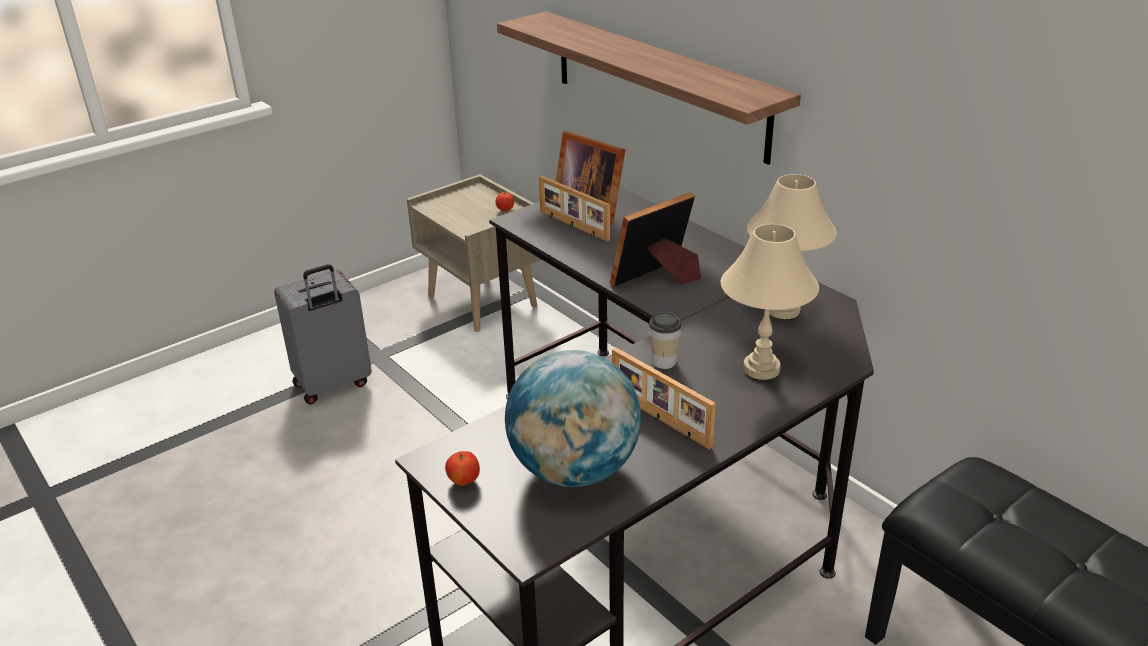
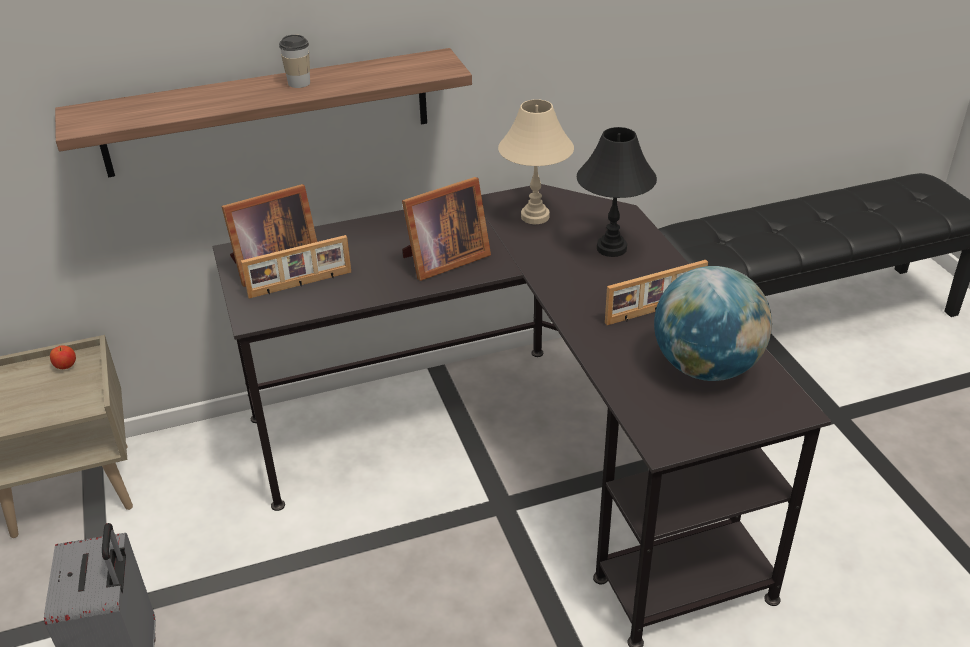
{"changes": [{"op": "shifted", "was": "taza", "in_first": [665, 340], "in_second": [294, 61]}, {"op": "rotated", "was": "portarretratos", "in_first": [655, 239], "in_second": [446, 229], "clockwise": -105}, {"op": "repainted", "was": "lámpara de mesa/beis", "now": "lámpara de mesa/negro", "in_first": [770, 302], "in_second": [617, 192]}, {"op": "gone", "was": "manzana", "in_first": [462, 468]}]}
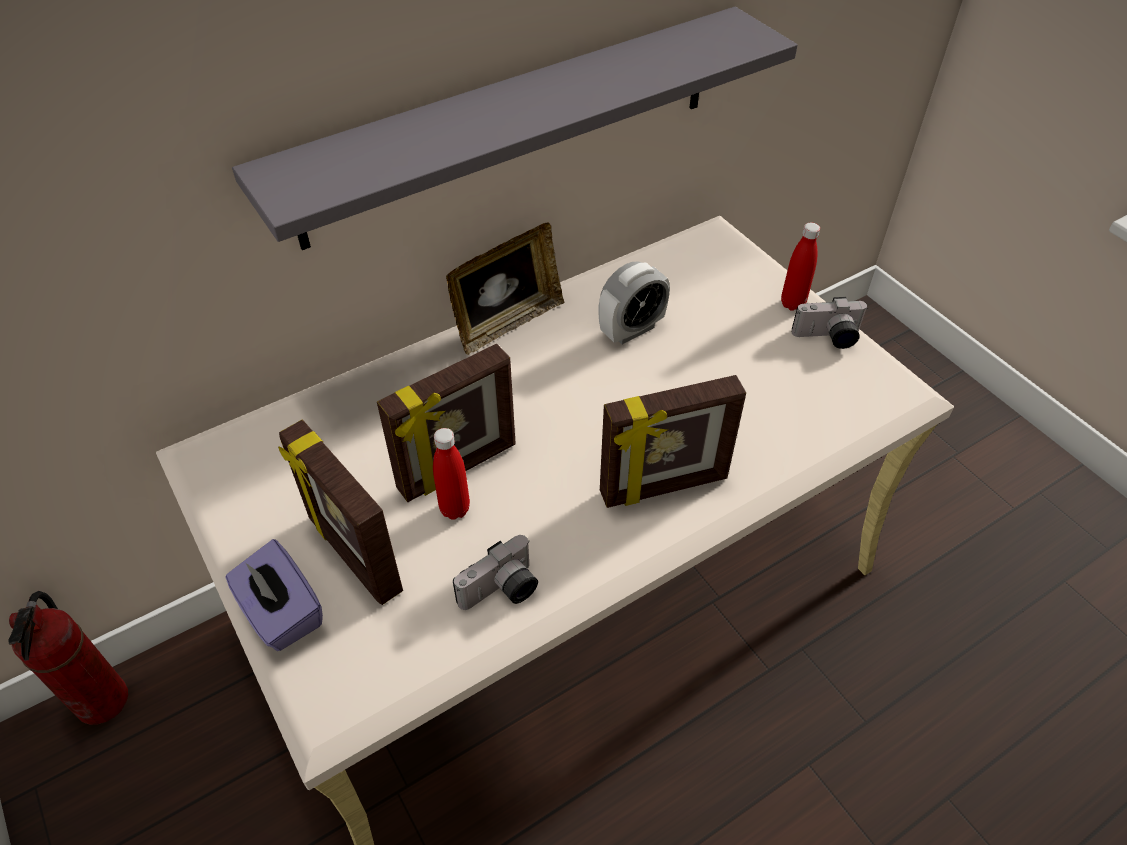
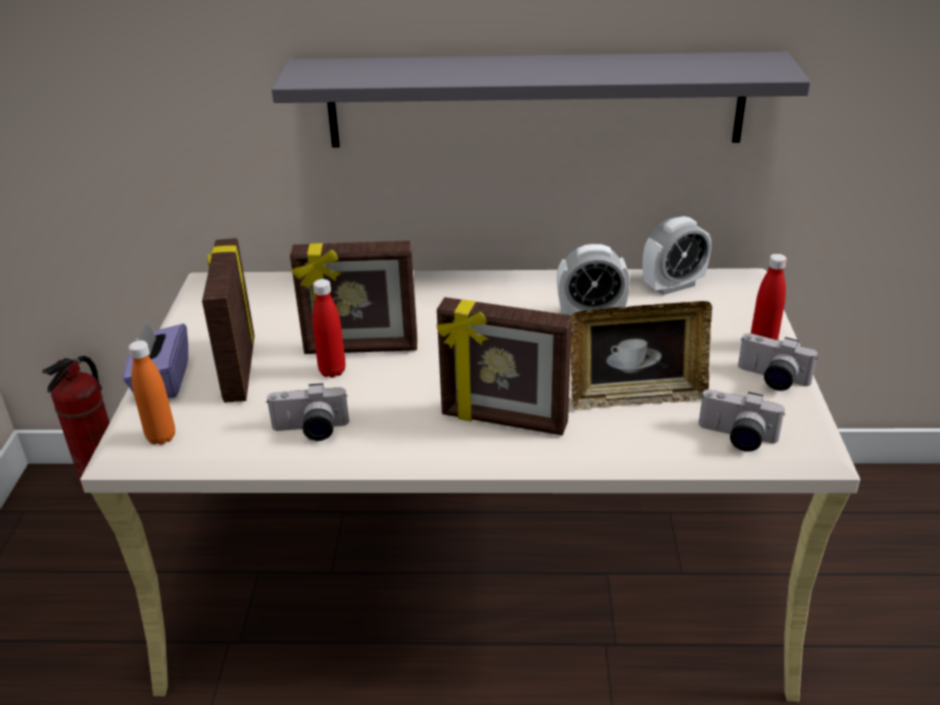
{"changes": [{"op": "new", "now": "botella/naranja", "in_second": [151, 392]}, {"op": "shifted", "was": "portarretratos", "in_first": [505, 289], "in_second": [641, 355]}, {"op": "new", "now": "despertador", "in_second": [677, 255]}, {"op": "new", "now": "cámara", "in_second": [742, 420]}]}
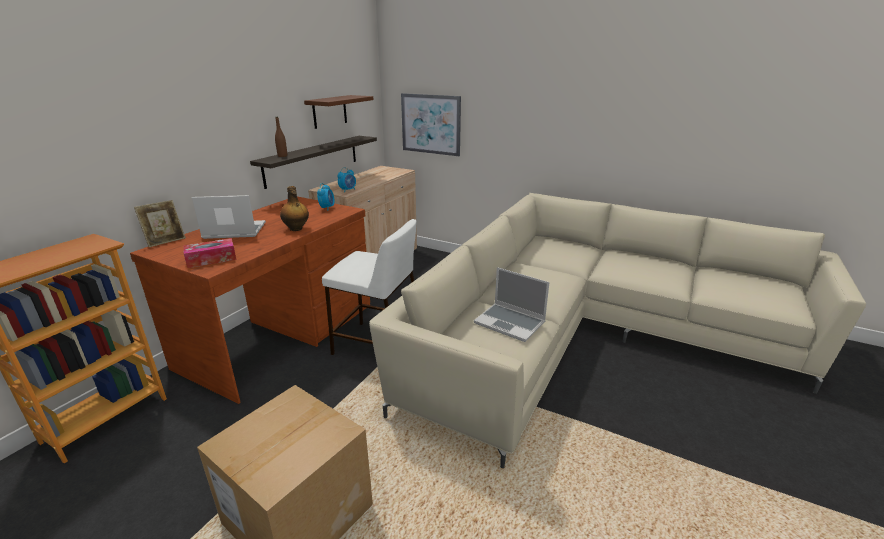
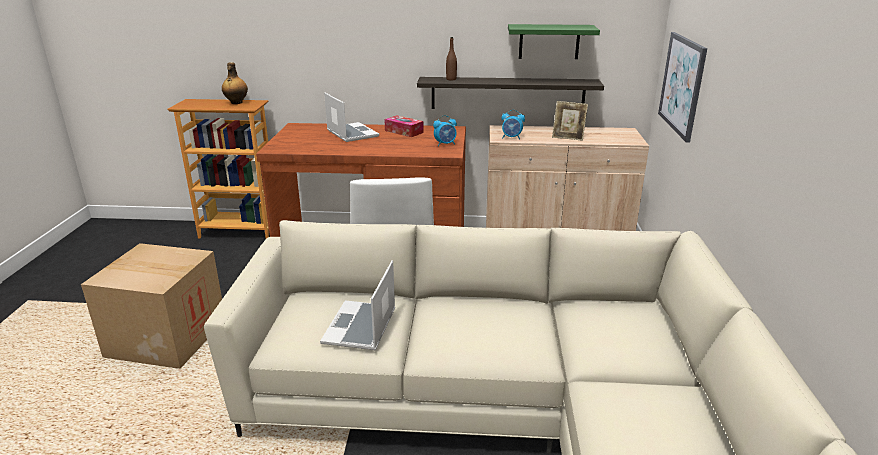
{"changes": [{"op": "shifted", "was": "botella", "in_first": [294, 208], "in_second": [235, 83]}, {"op": "shifted", "was": "caja de pañuelos", "in_first": [210, 253], "in_second": [404, 126]}, {"op": "repainted", "was": "estante/marrón", "now": "estante/verde", "in_first": [338, 112], "in_second": [554, 41]}, {"op": "shifted", "was": "portarretratos", "in_first": [160, 223], "in_second": [570, 121]}]}
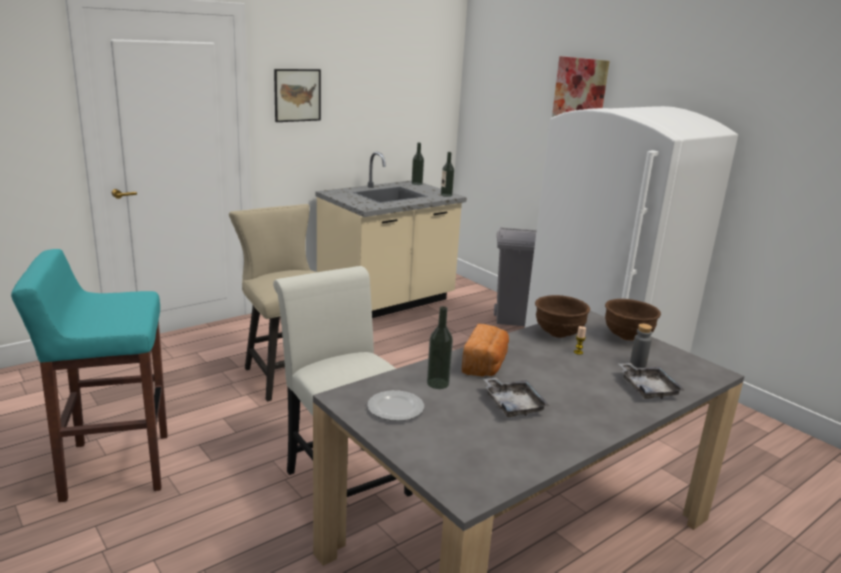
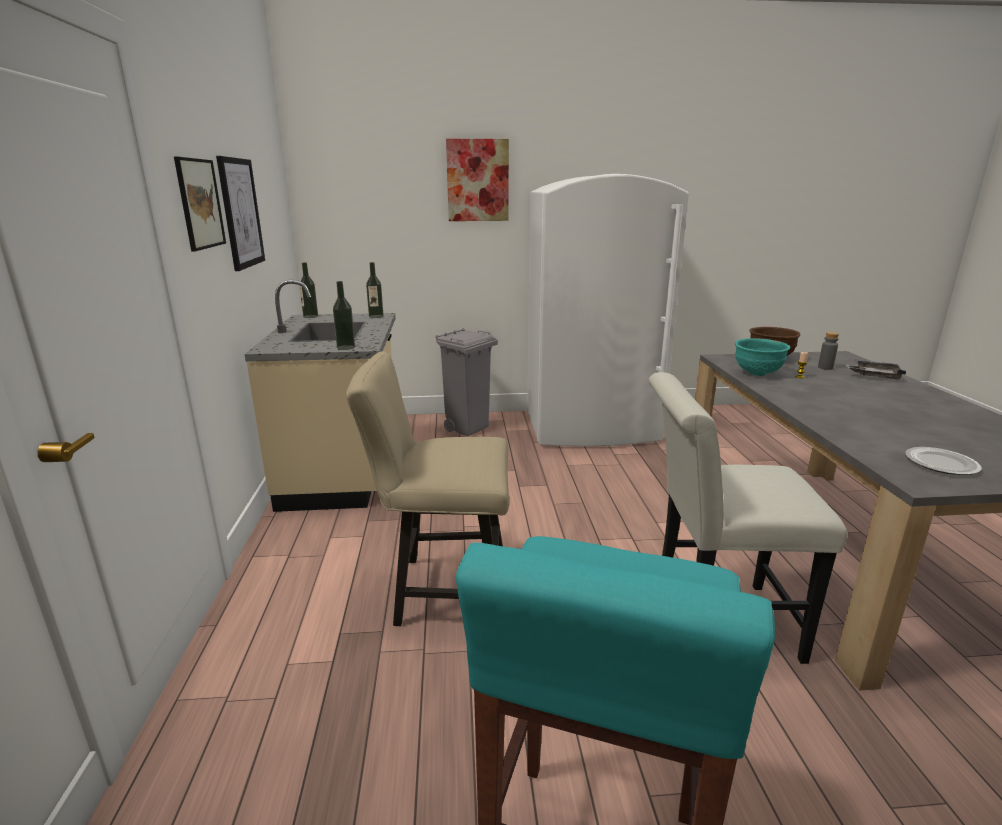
{"changes": [{"op": "new", "now": "cuadro", "in_second": [240, 213]}, {"op": "shifted", "was": "botella", "in_first": [440, 347], "in_second": [344, 315]}, {"op": "repainted", "was": "cuenco/marrón", "now": "cuenco/turquesa", "in_first": [562, 316], "in_second": [762, 357]}, {"op": "gone", "was": "pan", "in_first": [485, 350]}, {"op": "gone", "was": "bandeja/gris", "in_first": [516, 397]}]}
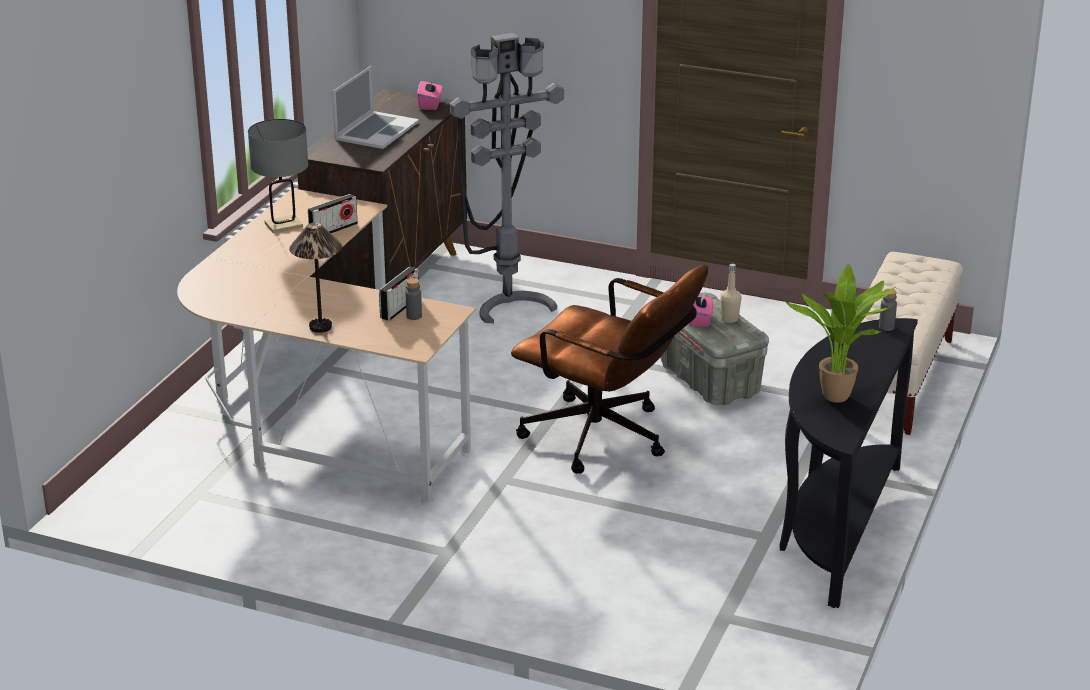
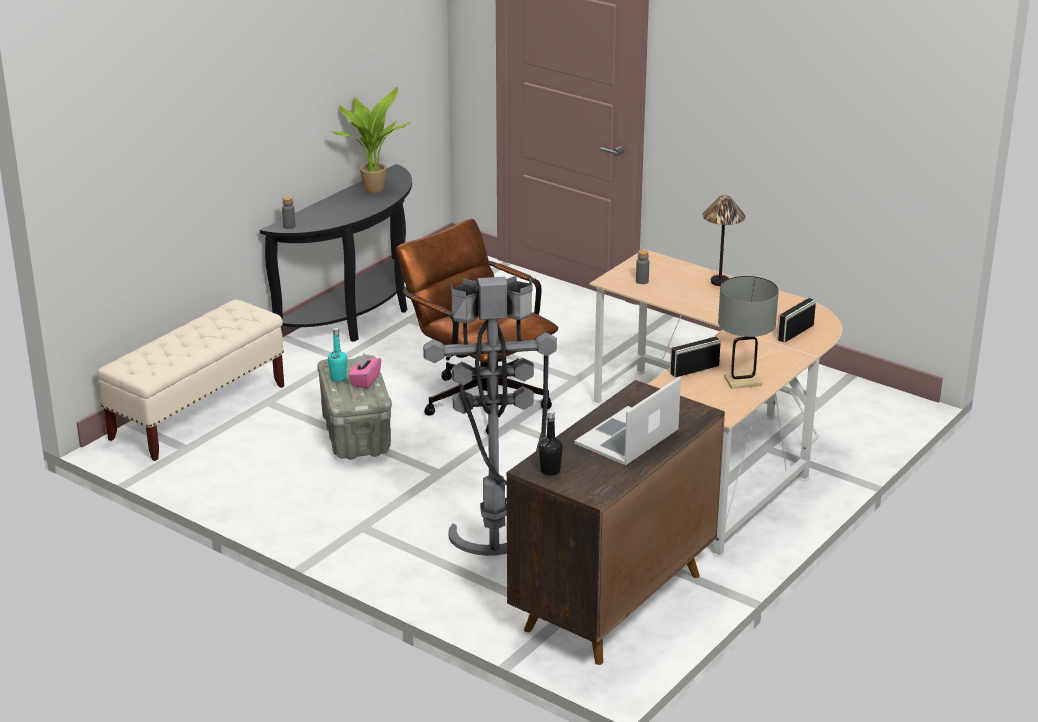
{"changes": [{"op": "repainted", "was": "botella/beis", "now": "botella/turquesa", "in_first": [731, 293], "in_second": [337, 355]}, {"op": "swapped", "was": "caja de pañuelos/rosa", "now": "botella/negro", "in_first": [430, 93], "in_second": [551, 443]}, {"op": "shifted", "was": "radio", "in_first": [399, 294], "in_second": [796, 320]}]}
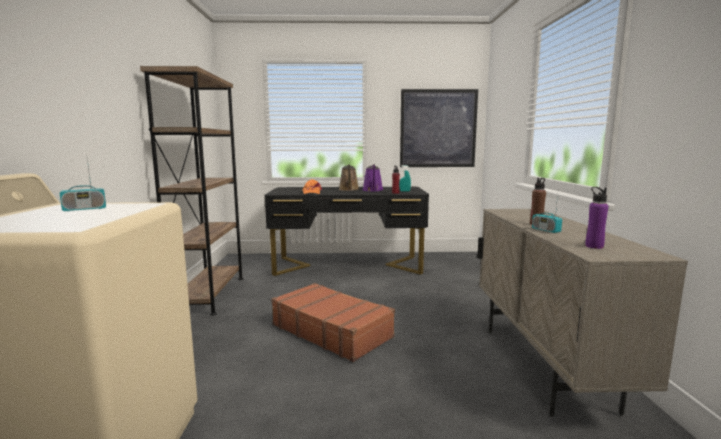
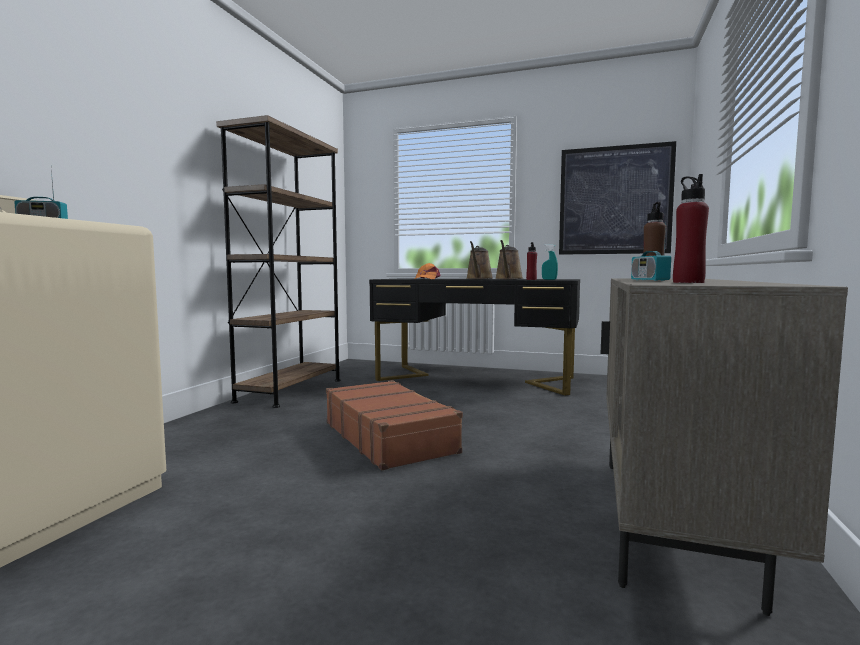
{"changes": [{"op": "repainted", "was": "regadera/morado", "now": "regadera/marrón", "in_first": [373, 177], "in_second": [509, 259]}, {"op": "repainted", "was": "botella/morado", "now": "botella/rojo", "in_first": [596, 218], "in_second": [691, 228]}]}
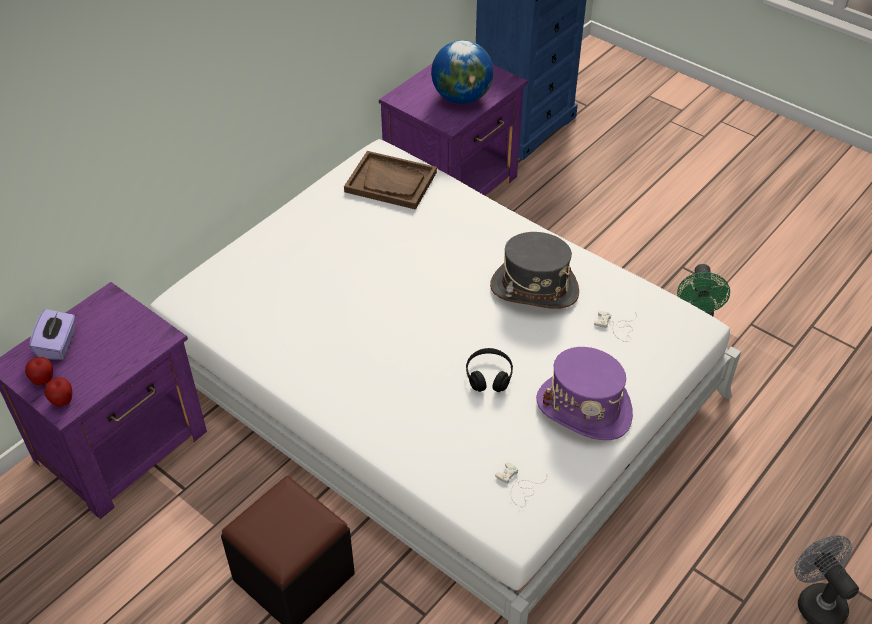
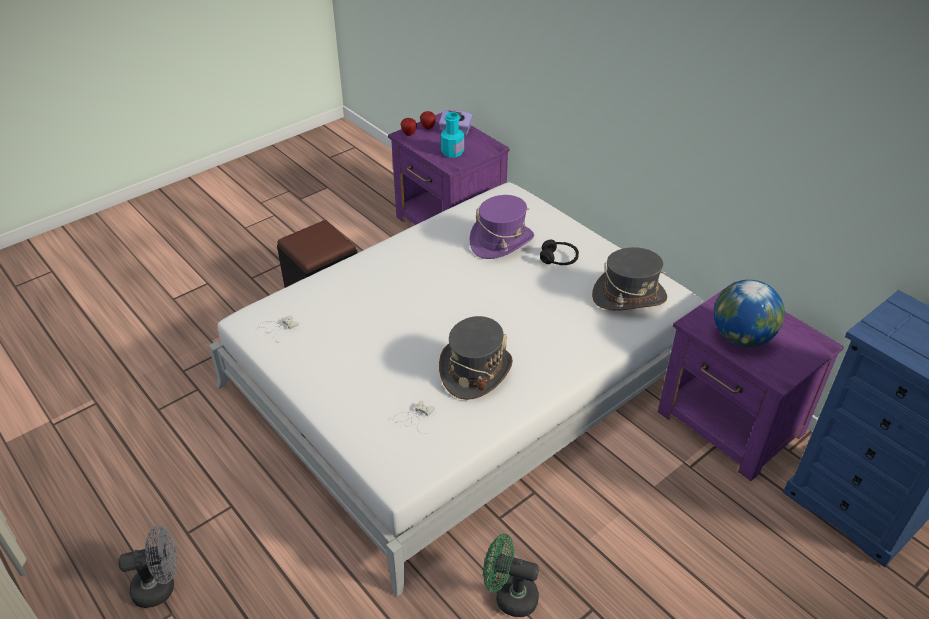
{"changes": [{"op": "new", "now": "botella/turquesa", "in_second": [452, 135]}, {"op": "shifted", "was": "sombrero/morado", "in_first": [584, 393], "in_second": [502, 227]}, {"op": "shifted", "was": "auriculares/negro", "in_first": [489, 370], "in_second": [559, 252]}, {"op": "swapped", "was": "bandeja/marrón", "now": "sombrero/gris", "in_first": [390, 180], "in_second": [629, 279]}]}
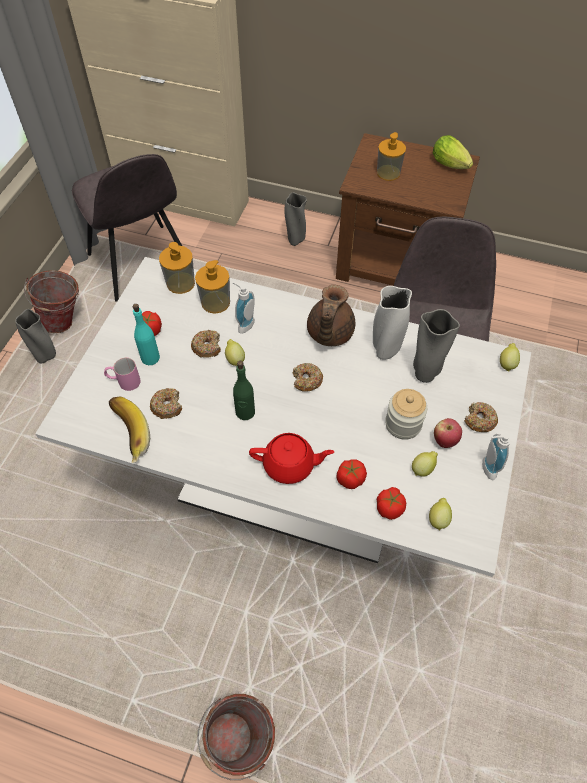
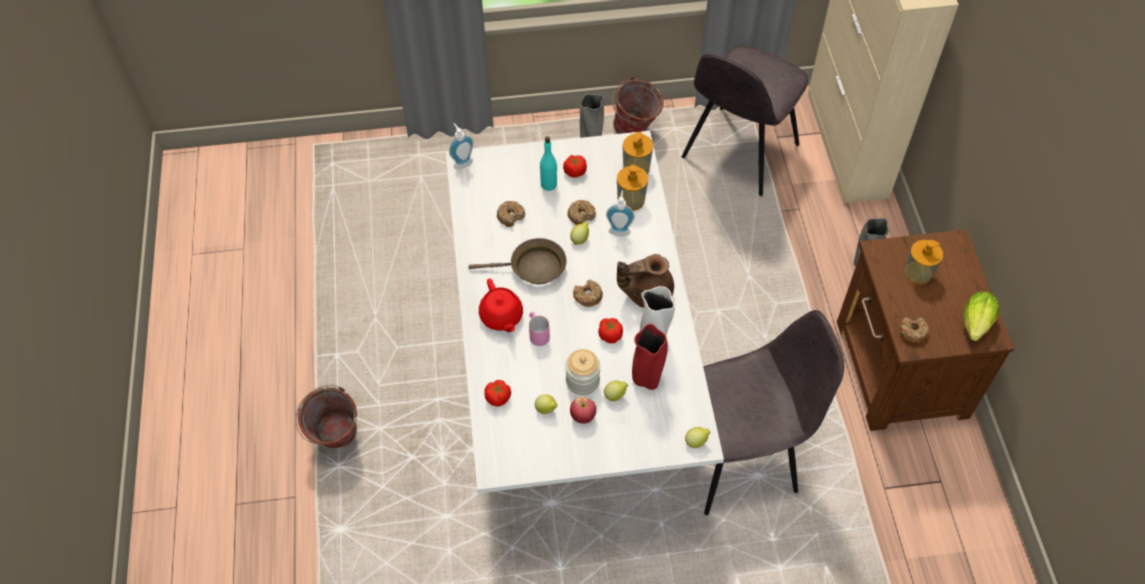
{"changes": [{"op": "shifted", "was": "dispensador de jabón", "in_first": [496, 456], "in_second": [461, 146]}, {"op": "swapped", "was": "botella/verde", "now": "sartén/marrón", "in_first": [244, 390], "in_second": [518, 261]}, {"op": "shifted", "was": "taza grande/rosa", "in_first": [122, 374], "in_second": [539, 329]}, {"op": "shifted", "was": "tomate", "in_first": [352, 474], "in_second": [610, 330]}, {"op": "shifted", "was": "limón", "in_first": [440, 514], "in_second": [616, 390]}, {"op": "repainted", "was": "florero/gris", "now": "florero/rojo", "in_first": [436, 346], "in_second": [650, 357]}, {"op": "shifted", "was": "rosquilla", "in_first": [481, 417], "in_second": [914, 330]}, {"op": "gone", "was": "plátano", "in_first": [129, 429]}]}
